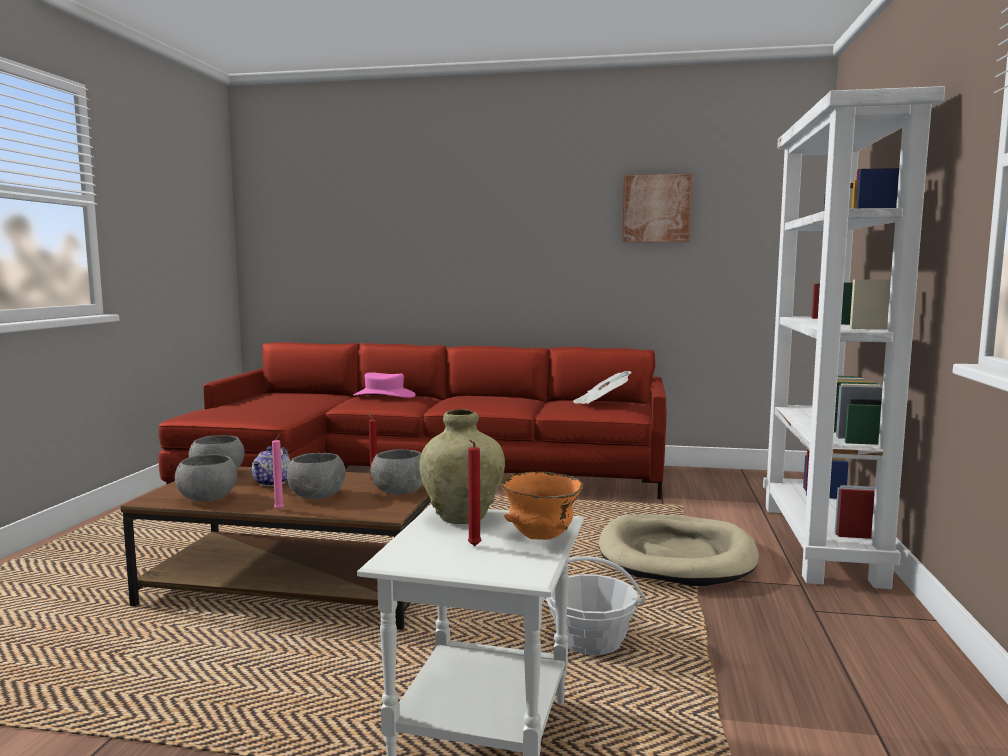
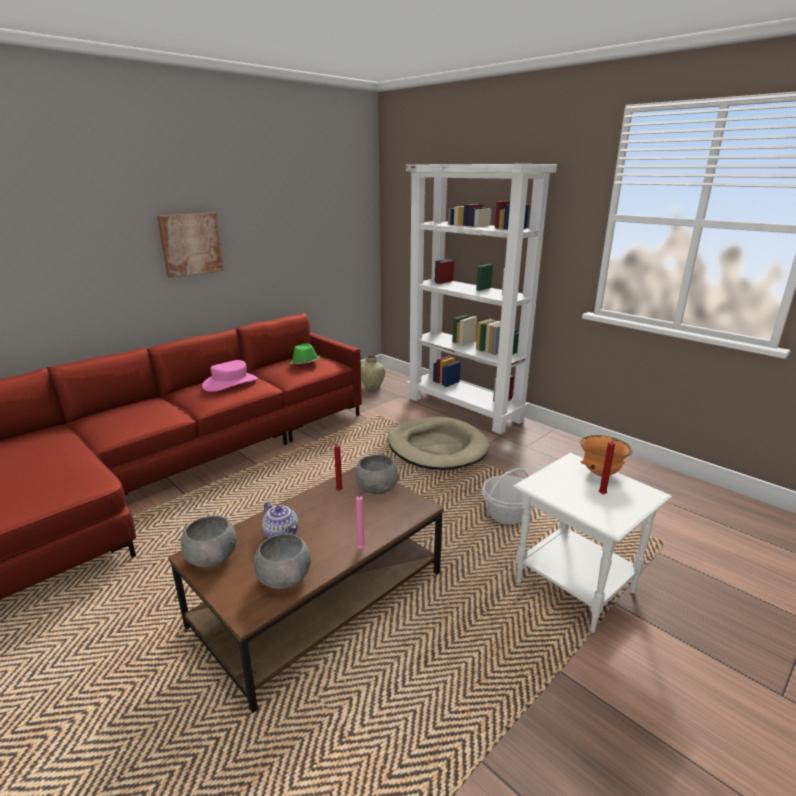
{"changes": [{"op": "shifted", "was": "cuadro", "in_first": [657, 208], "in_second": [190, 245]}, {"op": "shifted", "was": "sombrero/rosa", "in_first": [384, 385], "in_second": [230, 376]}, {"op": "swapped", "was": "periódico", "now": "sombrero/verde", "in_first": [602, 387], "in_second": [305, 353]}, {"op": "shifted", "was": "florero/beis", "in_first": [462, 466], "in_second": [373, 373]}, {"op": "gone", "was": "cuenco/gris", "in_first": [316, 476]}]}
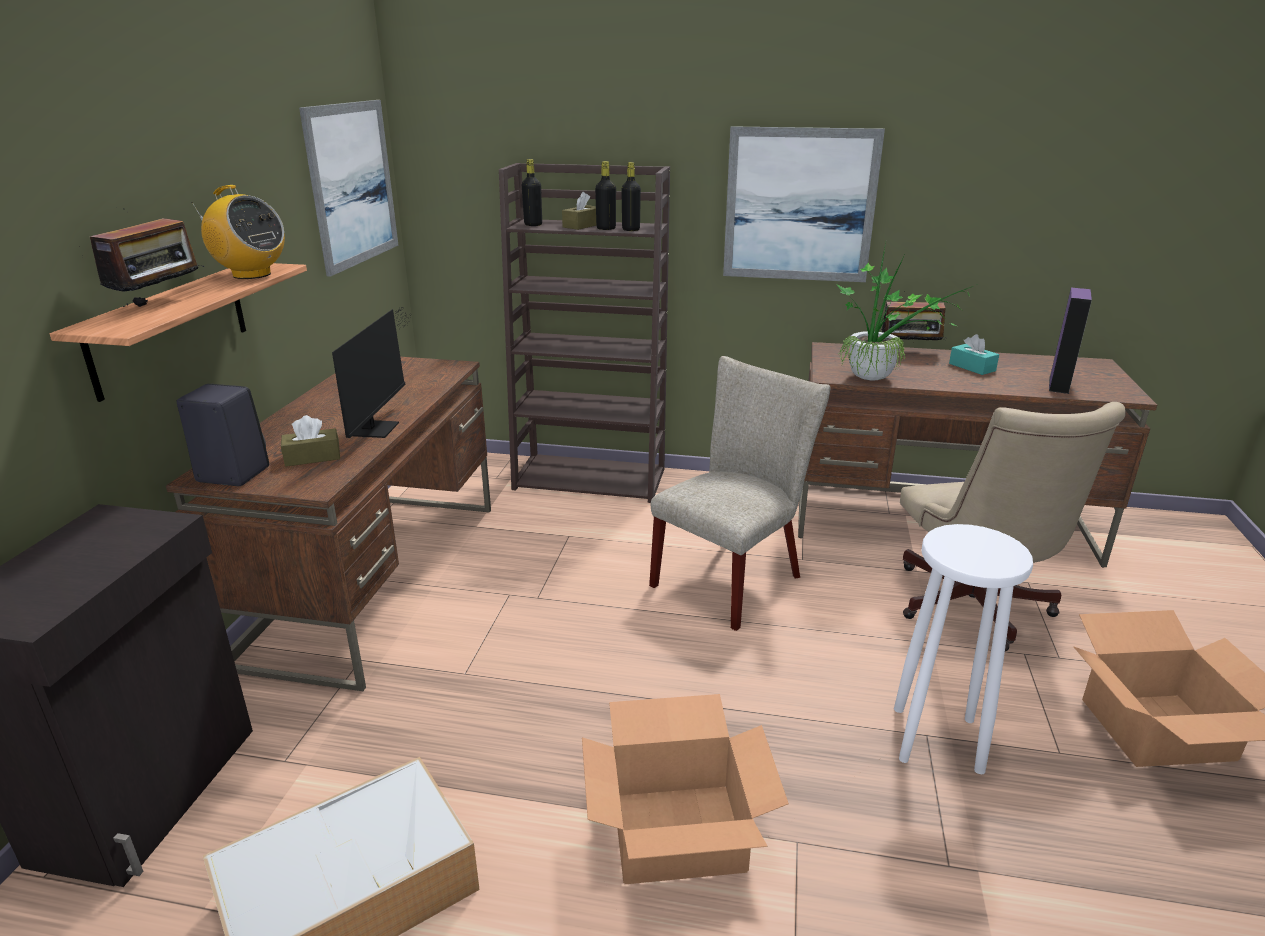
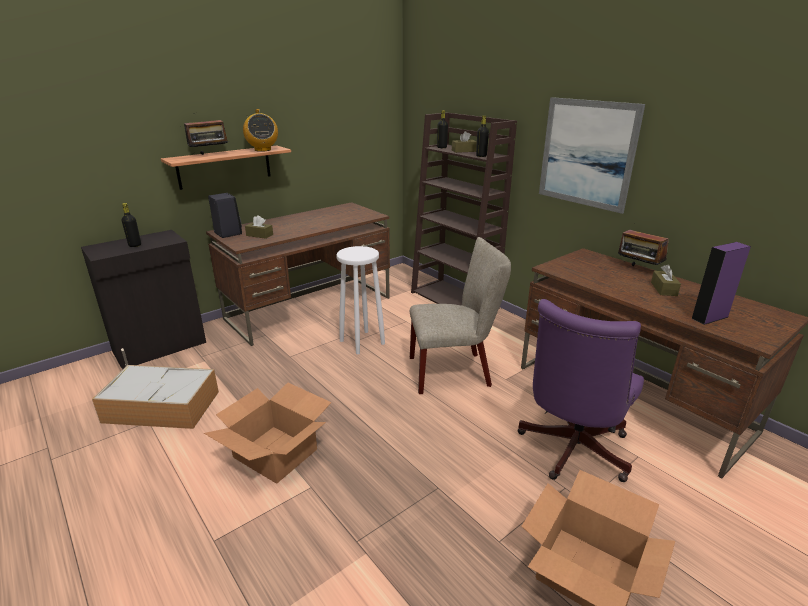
{"changes": [{"op": "shifted", "was": "botella/negro", "in_first": [605, 195], "in_second": [131, 225]}, {"op": "shifted", "was": "taburete/blanco", "in_first": [963, 649], "in_second": [360, 300]}, {"op": "repainted", "was": "silla de oficina/beis", "now": "silla de oficina/morado", "in_first": [1013, 526], "in_second": [580, 390]}, {"op": "repainted", "was": "caja de pañuelos/turquesa", "now": "caja de pañuelos/marrón", "in_first": [974, 354], "in_second": [666, 280]}, {"op": "gone", "was": "cuadro", "in_first": [348, 188]}, {"op": "gone", "was": "monitor", "in_first": [371, 372]}, {"op": "gone", "was": "planta en maceta", "in_first": [907, 312]}]}
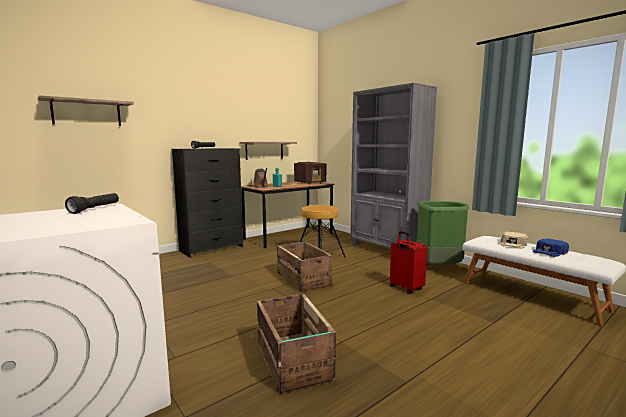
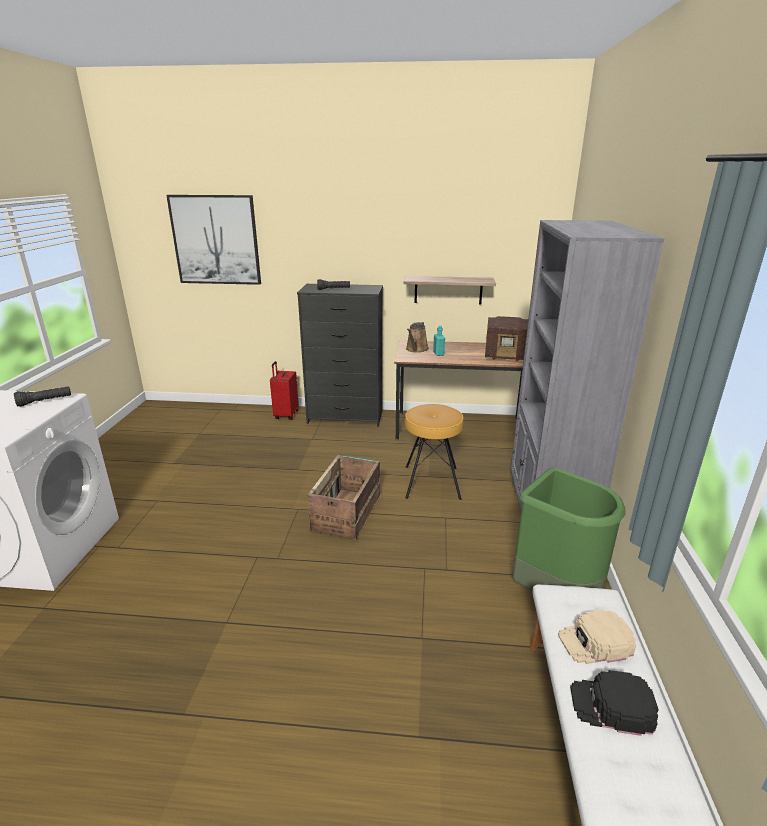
{"changes": [{"op": "swapped", "was": "estante", "now": "cuadro", "in_first": [86, 110], "in_second": [213, 240]}, {"op": "shifted", "was": "maleta/rojo", "in_first": [408, 262], "in_second": [284, 390]}, {"op": "repainted", "was": "gorra/azul", "now": "gorra/negro", "in_first": [551, 248], "in_second": [614, 703]}, {"op": "gone", "was": "caja de embalaje", "in_first": [296, 344]}]}
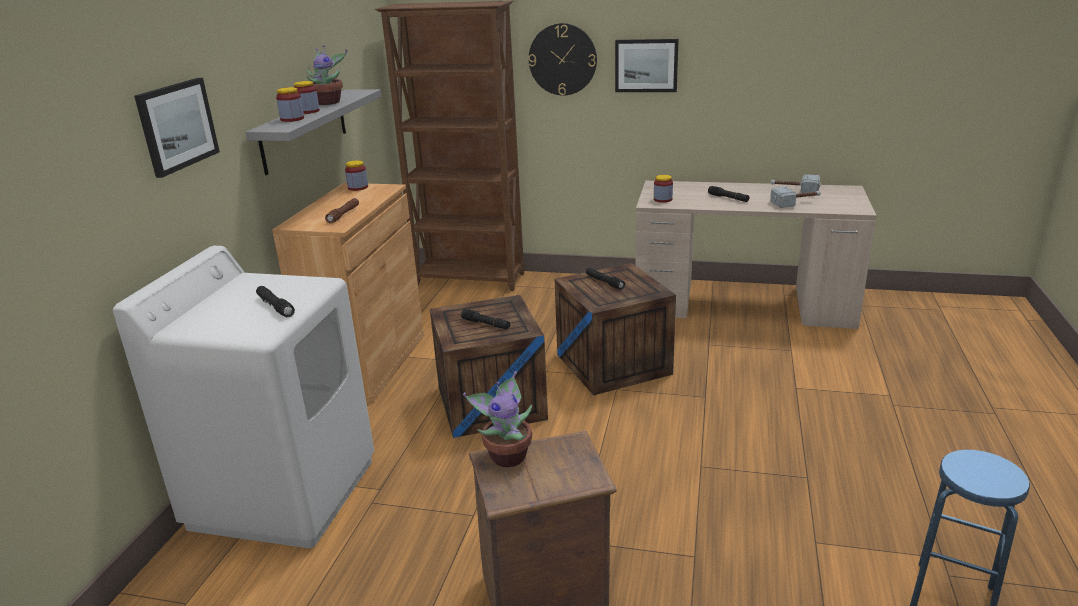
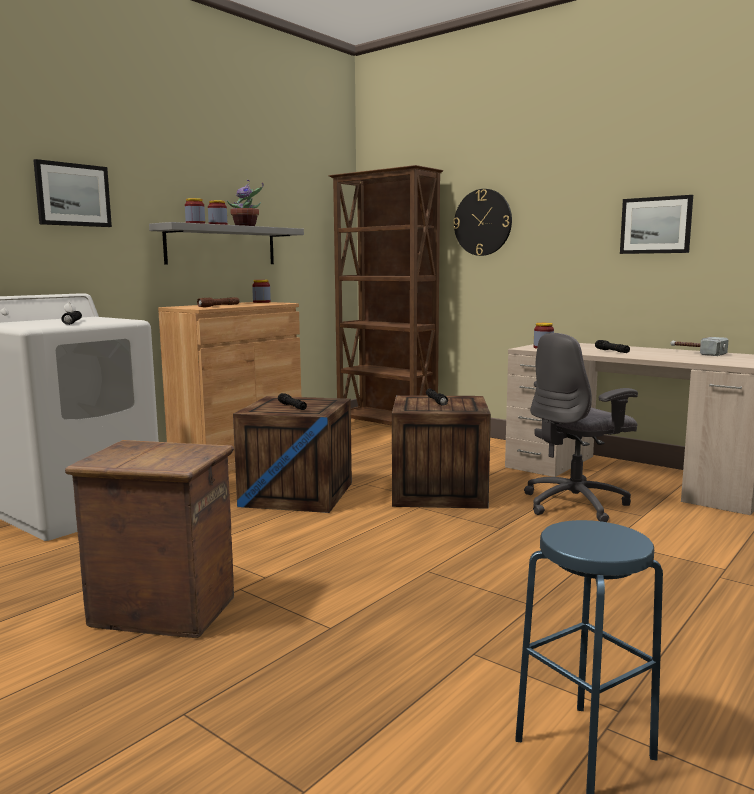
{"changes": [{"op": "new", "now": "silla de oficina/gris", "in_second": [581, 427]}, {"op": "shifted", "was": "cuadro", "in_first": [647, 65], "in_second": [656, 224]}, {"op": "gone", "was": "planta en maceta", "in_first": [497, 419]}, {"op": "gone", "was": "martillo", "in_first": [795, 197]}]}
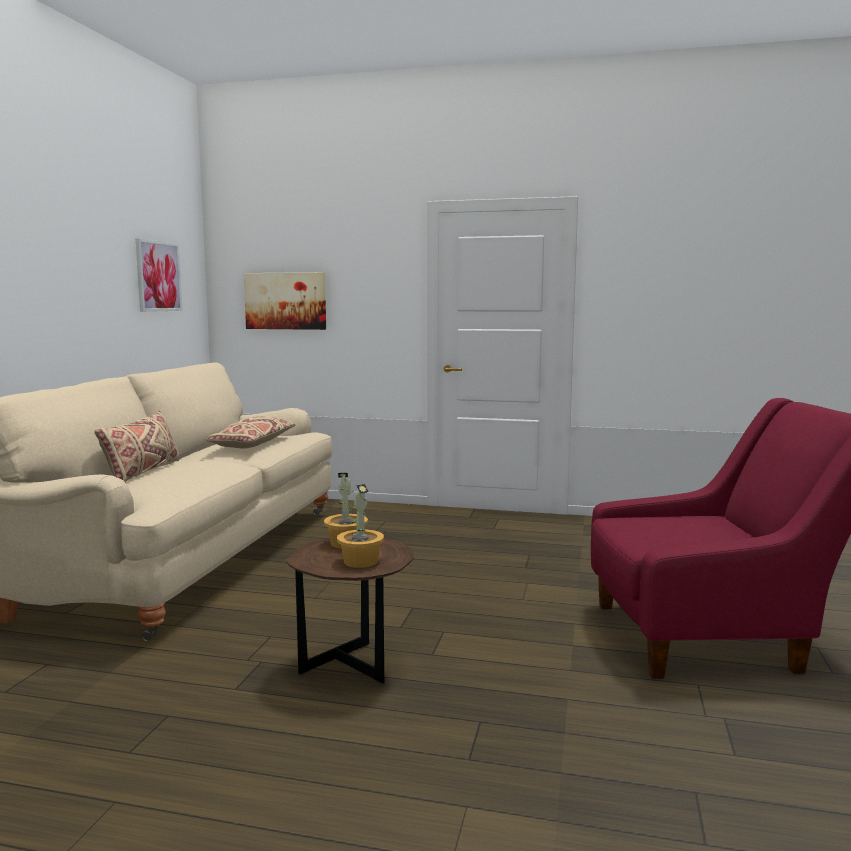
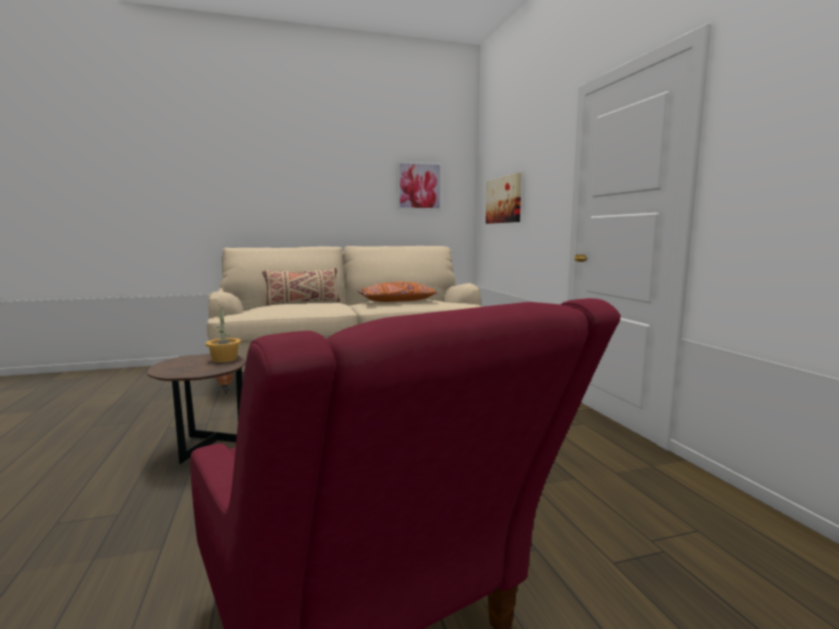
{"changes": [{"op": "repainted", "was": "cojín/beis", "now": "cojín/naranja", "in_first": [251, 432], "in_second": [398, 292]}, {"op": "gone", "was": "planta en maceta", "in_first": [360, 526]}]}
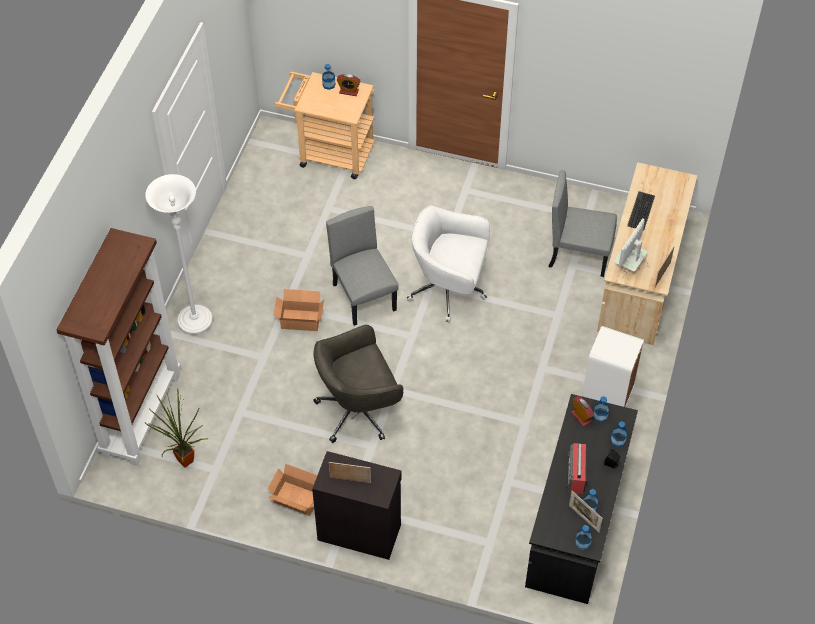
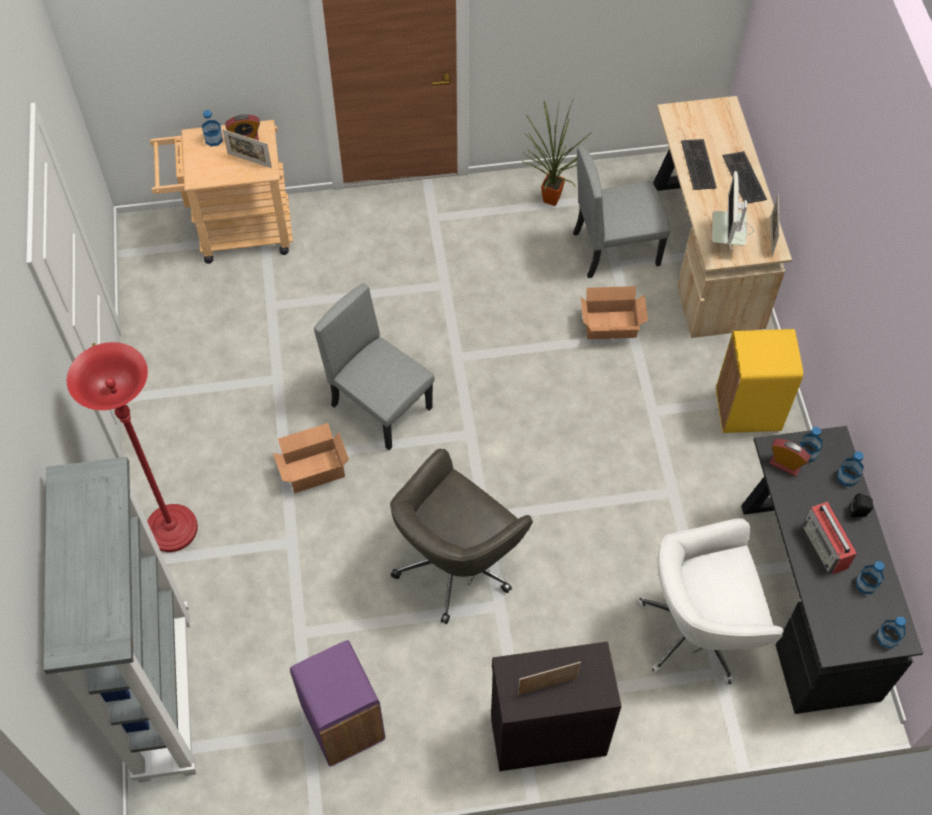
{"changes": [{"op": "repainted", "was": "estantería/marrón", "now": "estantería/gris", "in_first": [119, 347], "in_second": [120, 620]}, {"op": "repainted", "was": "lámpara de pie/blanco", "now": "lámpara de pie/rojo", "in_first": [179, 254], "in_second": [132, 447]}, {"op": "shifted", "was": "portarretratos", "in_first": [586, 512], "in_second": [247, 148]}, {"op": "new", "now": "papelera/morado", "in_second": [337, 703]}, {"op": "shifted", "was": "planta en maceta", "in_first": [176, 428], "in_second": [558, 153]}, {"op": "shifted", "was": "caja de cartón", "in_first": [292, 490], "in_second": [614, 312]}, {"op": "shifted", "was": "silla de oficina/blanco", "in_first": [448, 264], "in_second": [710, 601]}, {"op": "repainted", "was": "papelera/blanco", "now": "papelera/amarillo", "in_first": [613, 366], "in_second": [759, 381]}, {"op": "new", "now": "teclado", "in_second": [744, 177]}]}
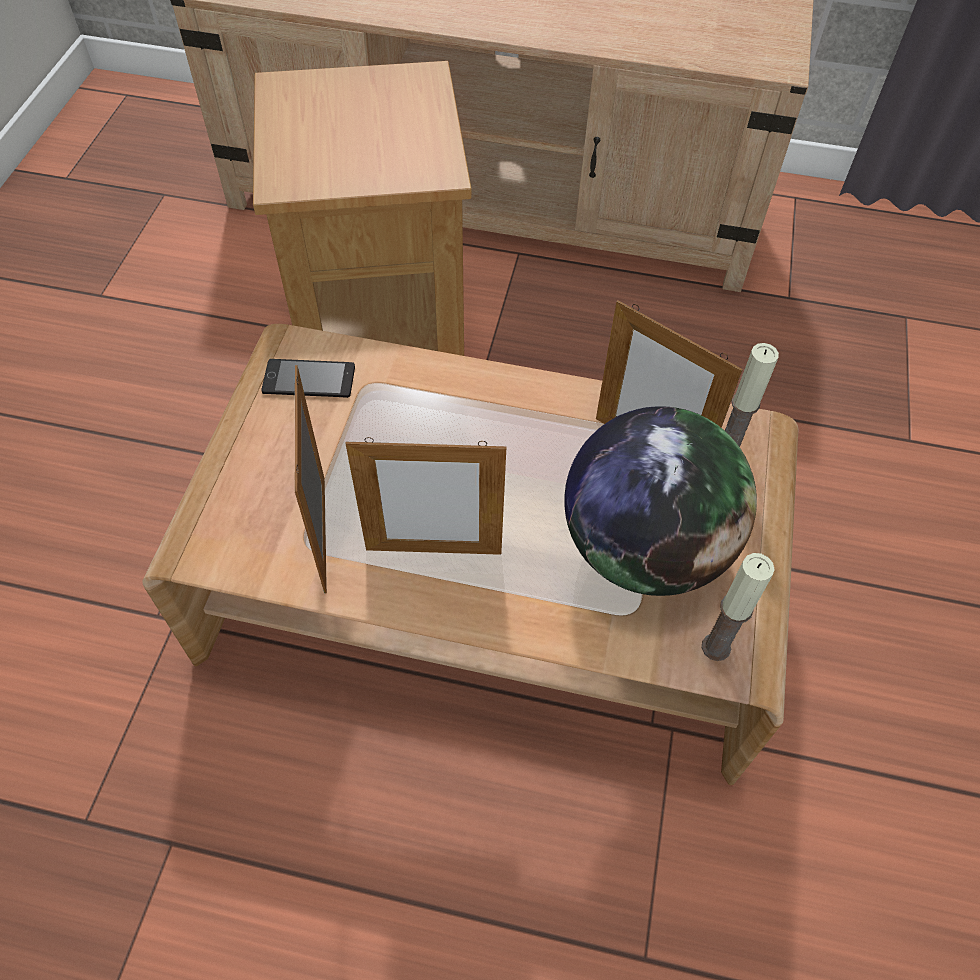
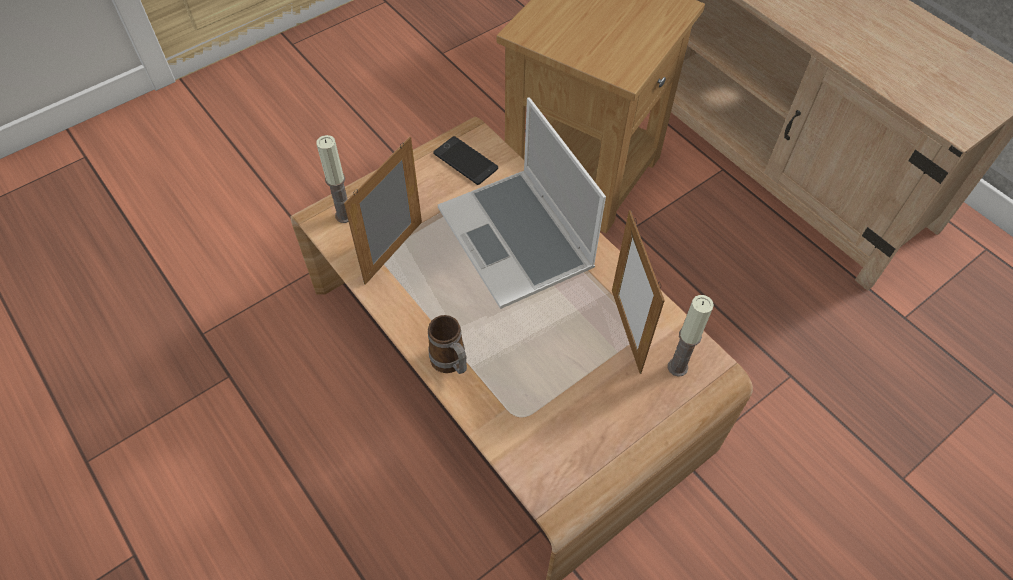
{"changes": [{"op": "shifted", "was": "vela", "in_first": [738, 607], "in_second": [332, 179]}, {"op": "new", "now": "taza grande", "in_second": [447, 344]}, {"op": "new", "now": "portátil", "in_second": [522, 203]}, {"op": "gone", "was": "portarretratos", "in_first": [425, 496]}, {"op": "gone", "was": "globo terráqueo", "in_first": [660, 501]}]}
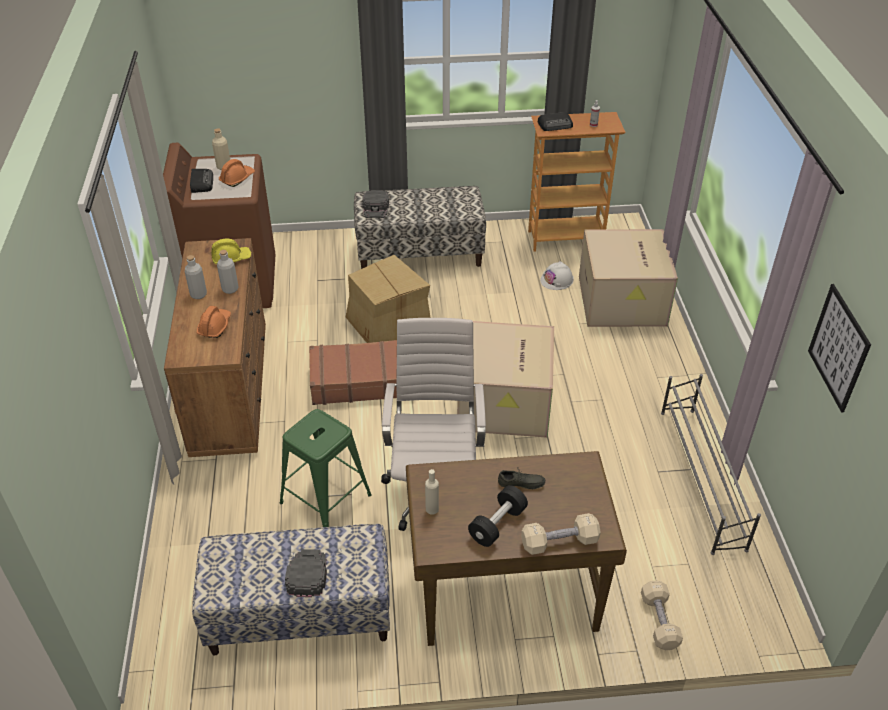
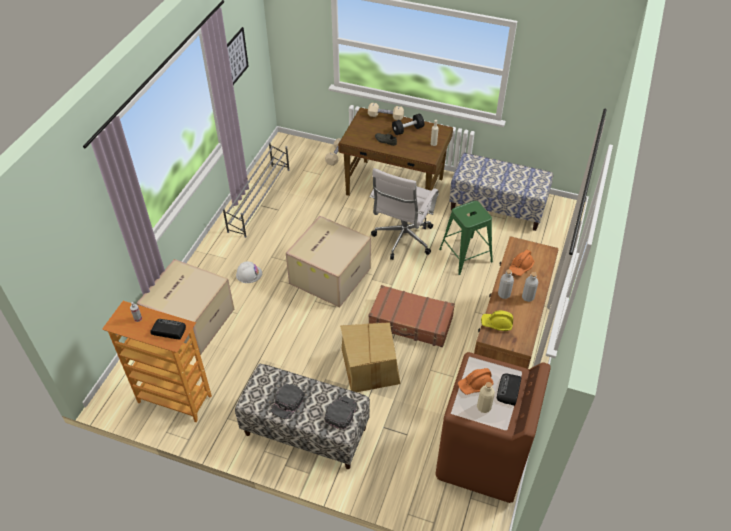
{"changes": [{"op": "shifted", "was": "casco/blanco", "in_first": [556, 275], "in_second": [249, 272]}, {"op": "shifted", "was": "gorra/negro", "in_first": [306, 573], "in_second": [287, 401]}]}
